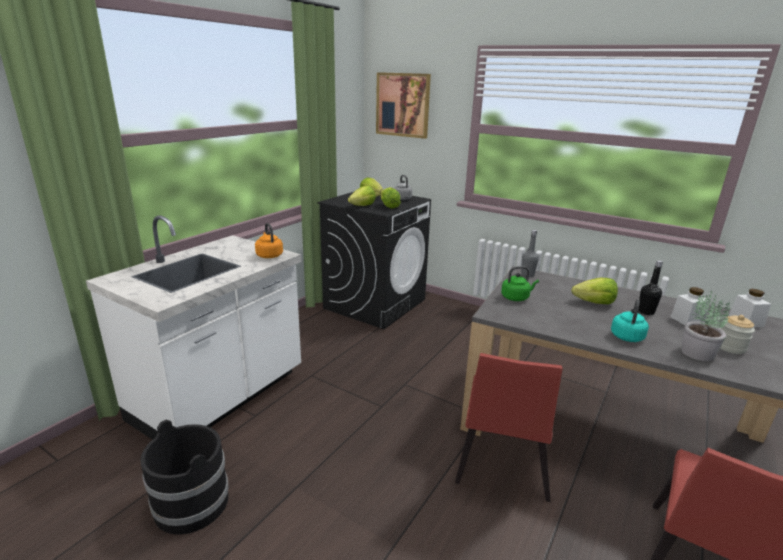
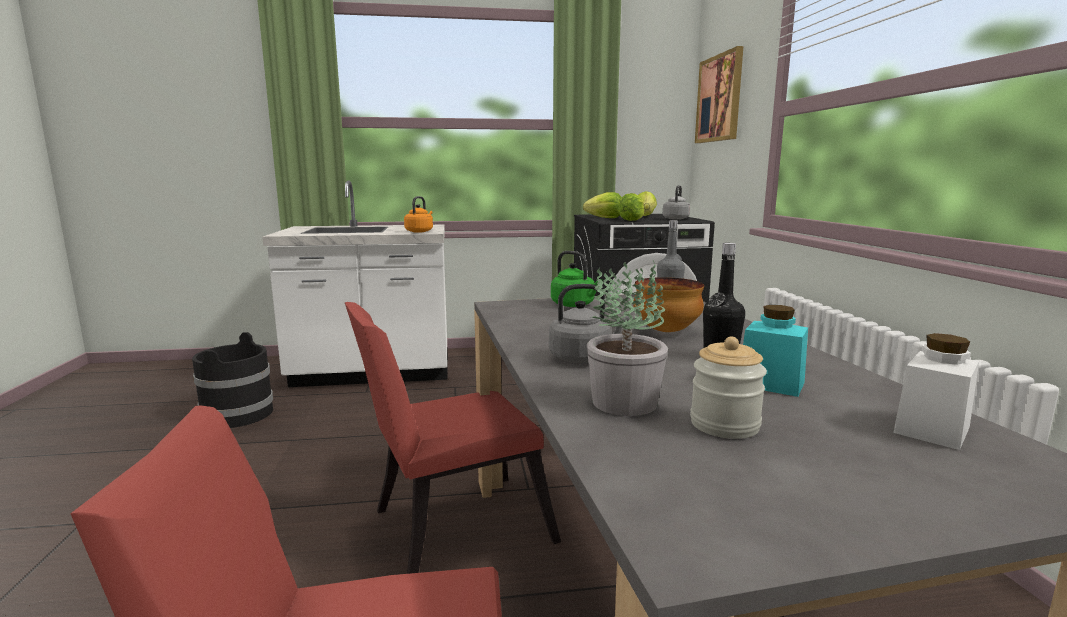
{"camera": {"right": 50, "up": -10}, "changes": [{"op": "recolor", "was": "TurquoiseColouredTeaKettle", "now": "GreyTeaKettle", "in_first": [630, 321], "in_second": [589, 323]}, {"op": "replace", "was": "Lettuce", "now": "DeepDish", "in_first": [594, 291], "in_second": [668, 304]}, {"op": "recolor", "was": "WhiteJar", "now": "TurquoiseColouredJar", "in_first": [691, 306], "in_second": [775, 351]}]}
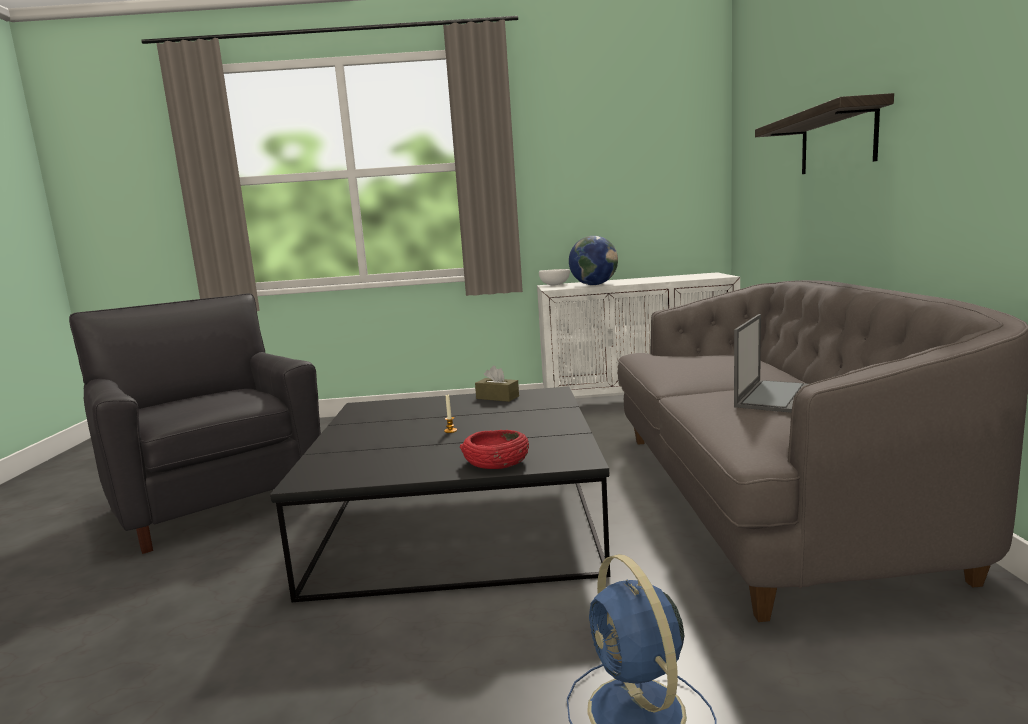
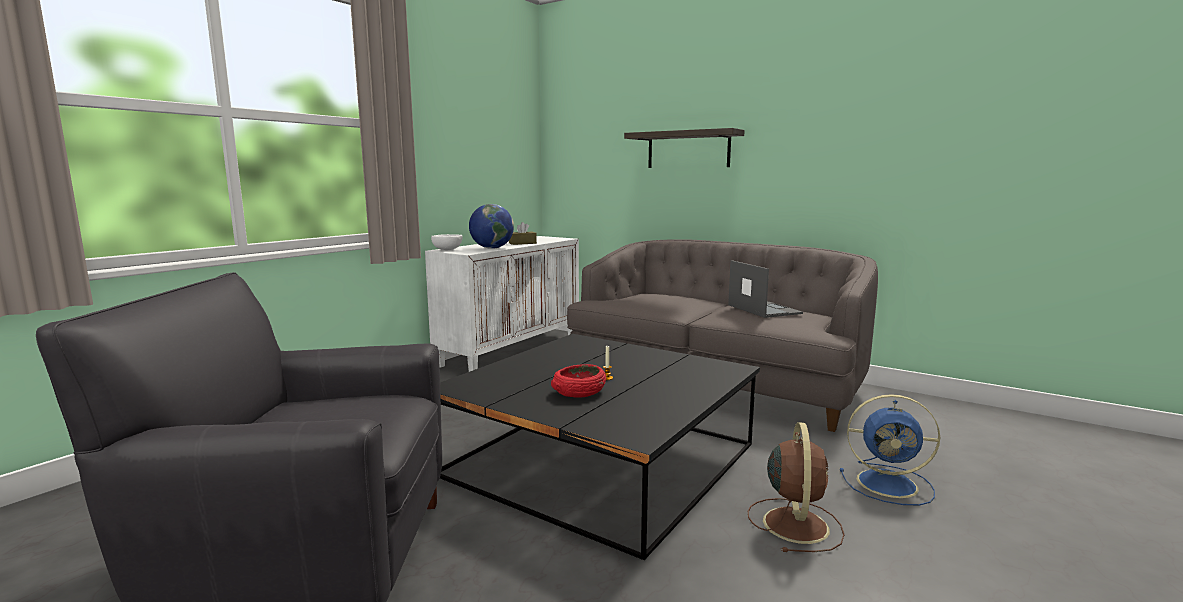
{"camera": {"right": -55, "up": 0}, "changes": [{"op": "move", "was": "BrownColouredTissueHolder", "in_first": [497, 384], "in_second": [523, 233]}, {"op": "move", "was": "ReddishDeepDish", "in_first": [494, 449], "in_second": [578, 381]}, {"op": "insert", "now": "BrownColouredElectricFan", "in_second": [796, 487]}]}
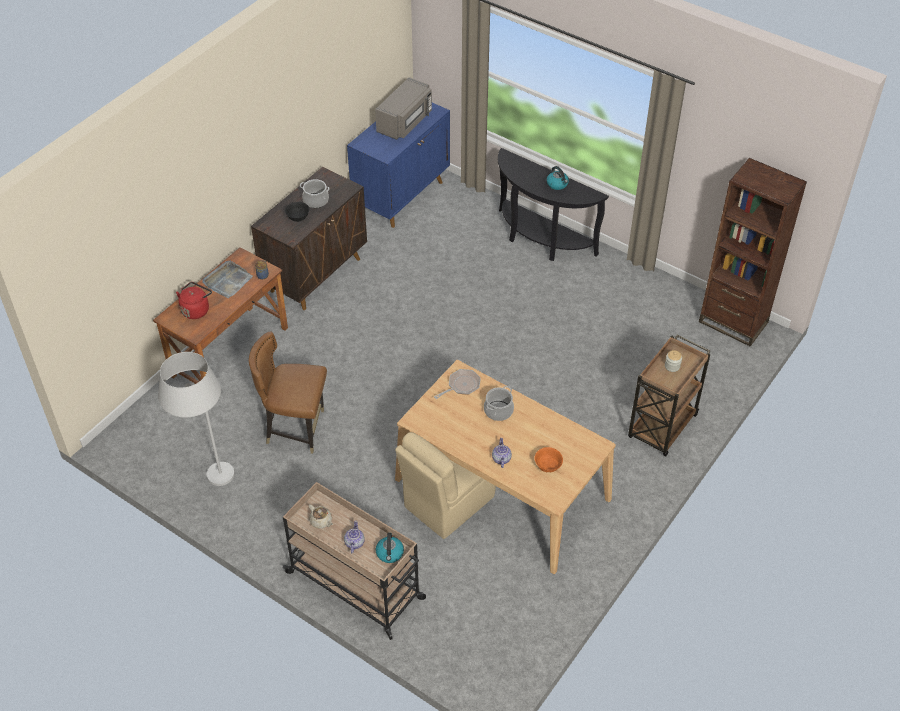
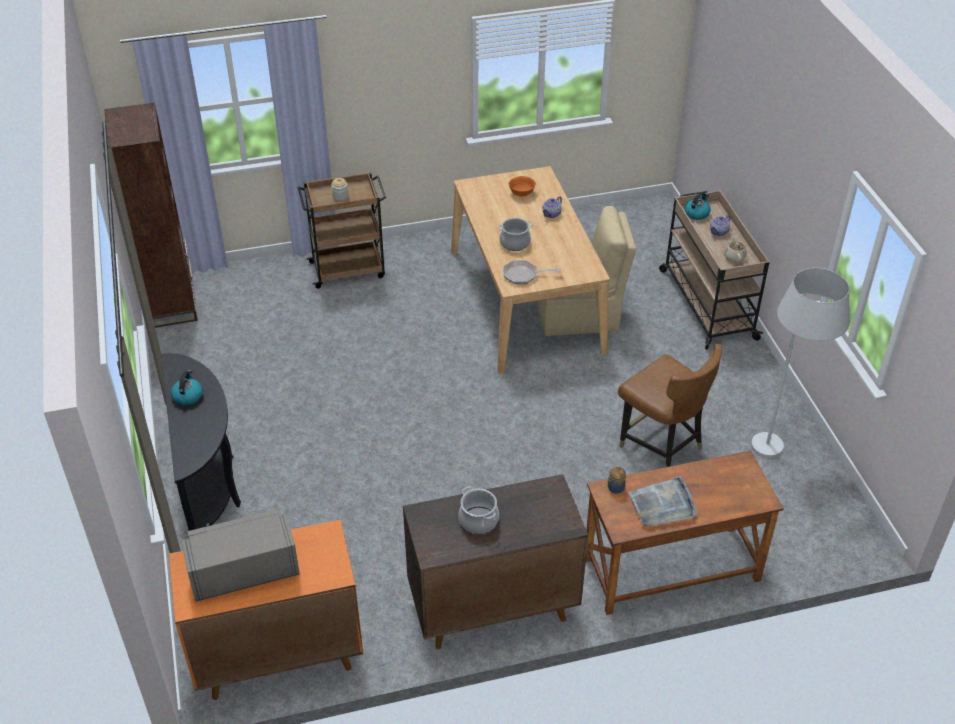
{"camera": {"right": -140, "up": -5}, "changes": [{"op": "recolor", "was": "BlueStorageCabinet", "now": "OrangeyStorageCabinet", "in_first": [398, 165], "in_second": [266, 610]}, {"op": "delete", "was": "ReddishTeaKettle", "in_first": [194, 300]}, {"op": "delete", "was": "BlackDeepDish", "in_first": [297, 212]}]}
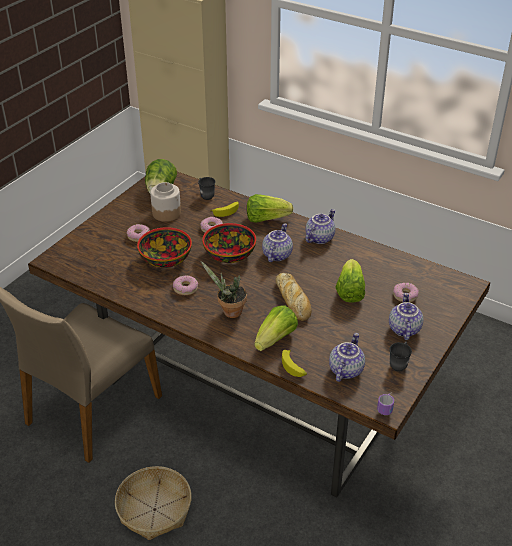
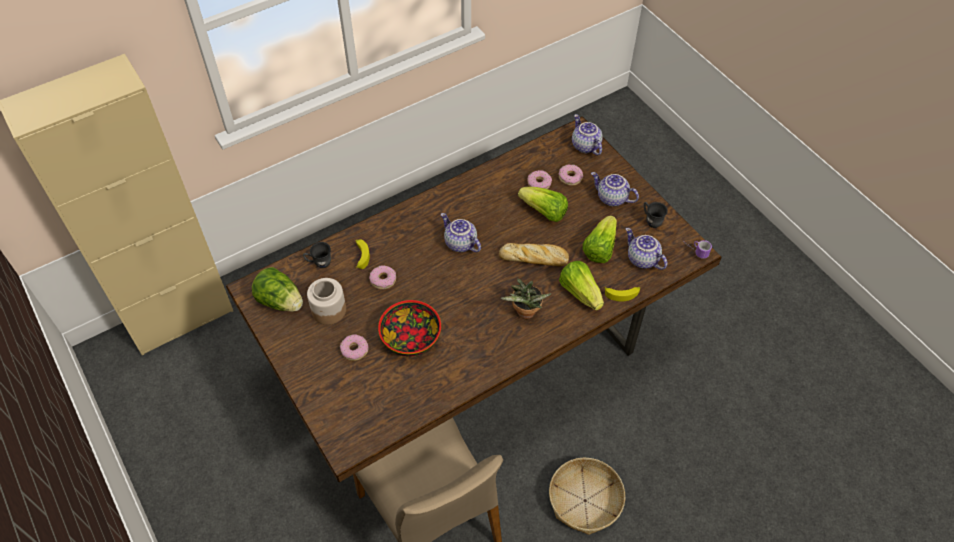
{"camera": {"right": -65, "up": 15}, "changes": [{"op": "move", "was": "RingDoughnut", "in_first": [185, 285], "in_second": [539, 179]}, {"op": "move", "was": "PotForTea", "in_first": [320, 226], "in_second": [587, 134]}, {"op": "move", "was": "Lettuce", "in_first": [270, 208], "in_second": [600, 239]}, {"op": "delete", "was": "DeepDish", "in_first": [229, 243]}]}
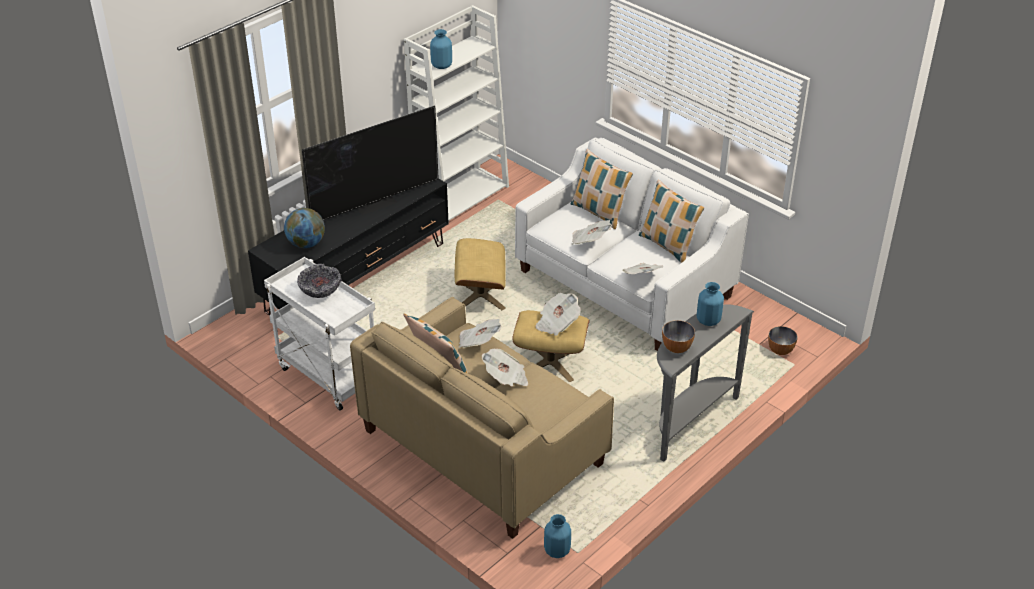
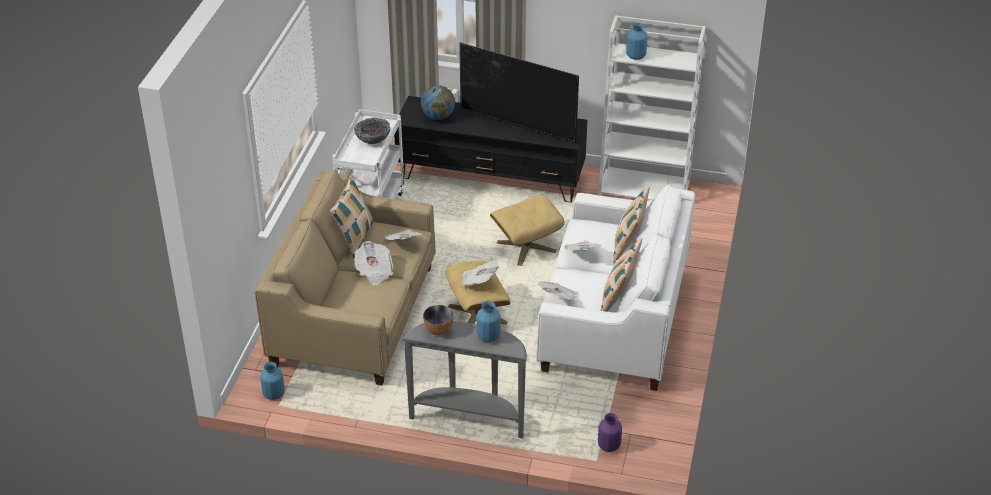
{"camera": {"right": 60, "up": 0}, "changes": [{"op": "replace", "was": "DeepDish", "now": "PurpleColouredFlowerVase", "in_first": [783, 340], "in_second": [610, 432]}]}
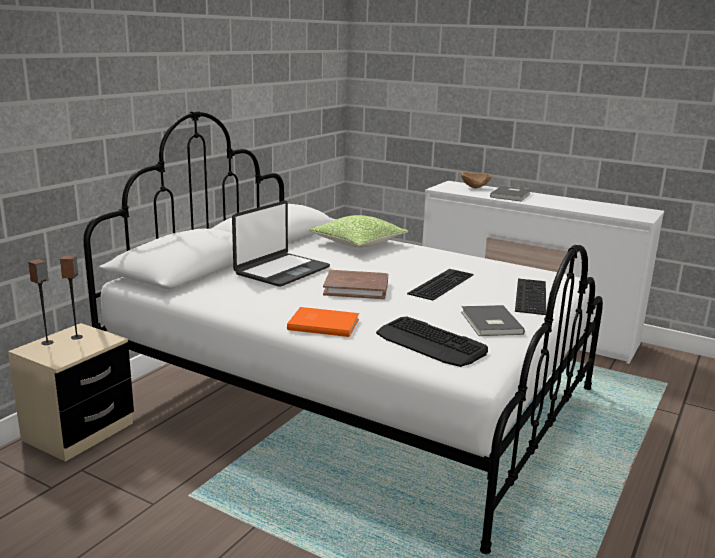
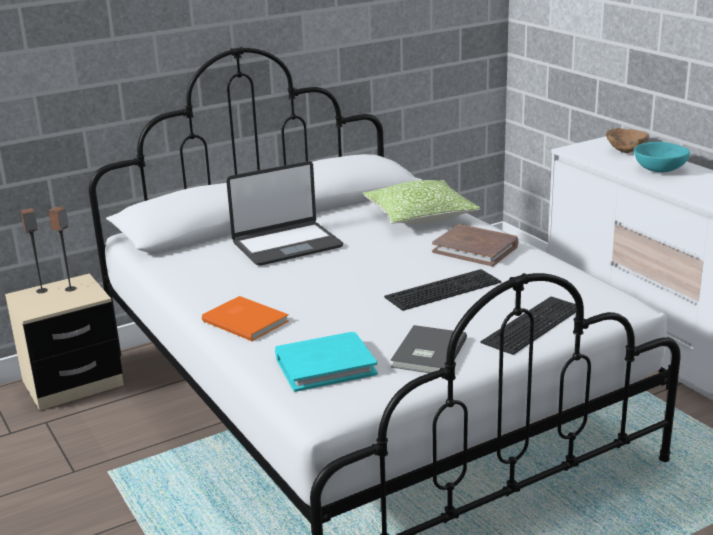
{"camera": {"right": 30, "up": 5}, "changes": [{"op": "replace", "was": "ComputerKeyboard", "now": "TurquoiseColouredVolume", "in_first": [432, 342], "in_second": [326, 362]}, {"op": "move", "was": "BrownColouredVolume", "in_first": [355, 284], "in_second": [475, 245]}, {"op": "replace", "was": "GreyVolume", "now": "TurquoiseColouredDeepDish", "in_first": [510, 193], "in_second": [662, 157]}]}
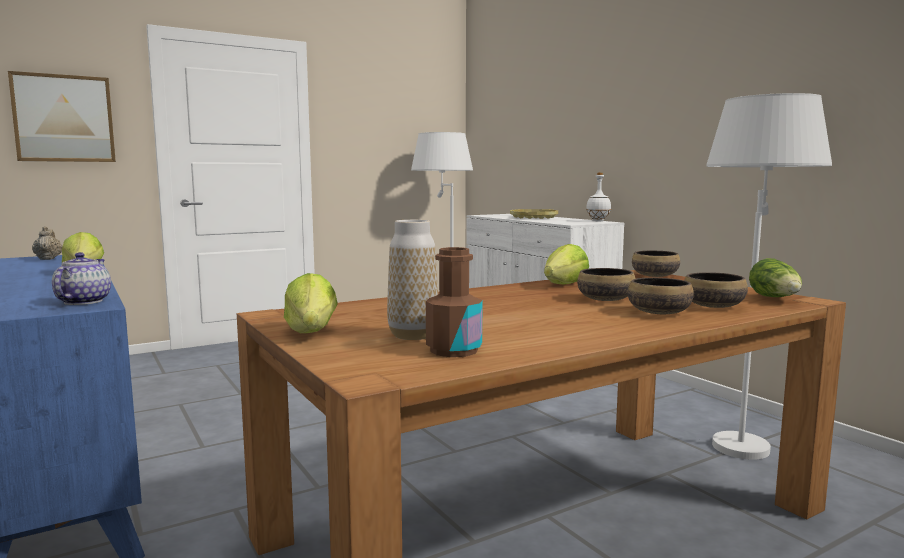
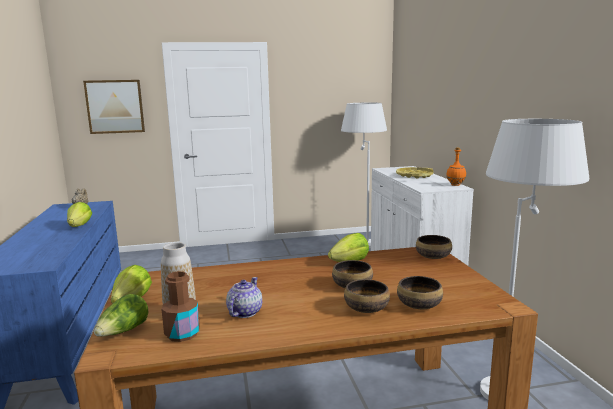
{"camera": {"right": 20, "up": 5}, "changes": [{"op": "move", "was": "Lettuce", "in_first": [775, 277], "in_second": [121, 315]}, {"op": "move", "was": "PotForTea", "in_first": [81, 278], "in_second": [244, 297]}, {"op": "recolor", "was": "WhiteDrinkBottle", "now": "OrangeyDrinkBottle", "in_first": [598, 196], "in_second": [456, 166]}]}
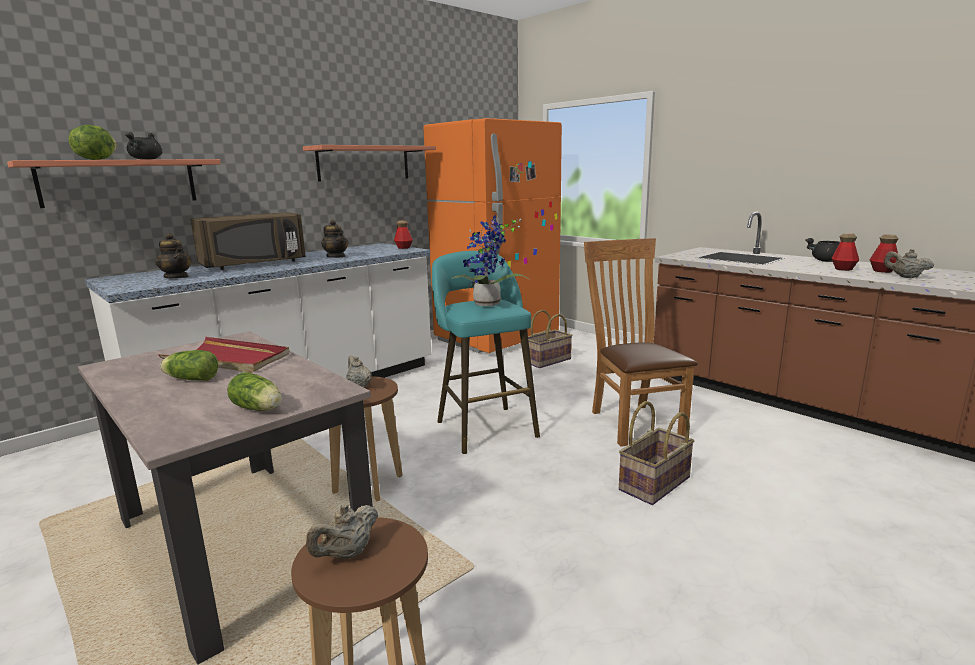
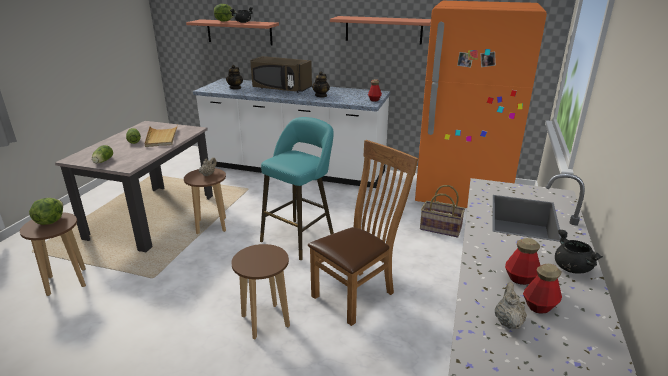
{"camera": {"right": 60, "up": 10}, "changes": [{"op": "replace", "was": "BeigePotForTea", "now": "Lettuce", "in_first": [342, 531], "in_second": [46, 211]}, {"op": "recolor", "was": "ReddishServingTray", "now": "BeigeServingTray", "in_first": [224, 355], "in_second": [161, 136]}, {"op": "replace", "was": "StorageBasket", "now": "BrownColouredSittingStool", "in_first": [656, 453], "in_second": [261, 291]}, {"op": "delete", "was": "Houseplant", "in_first": [490, 260]}]}
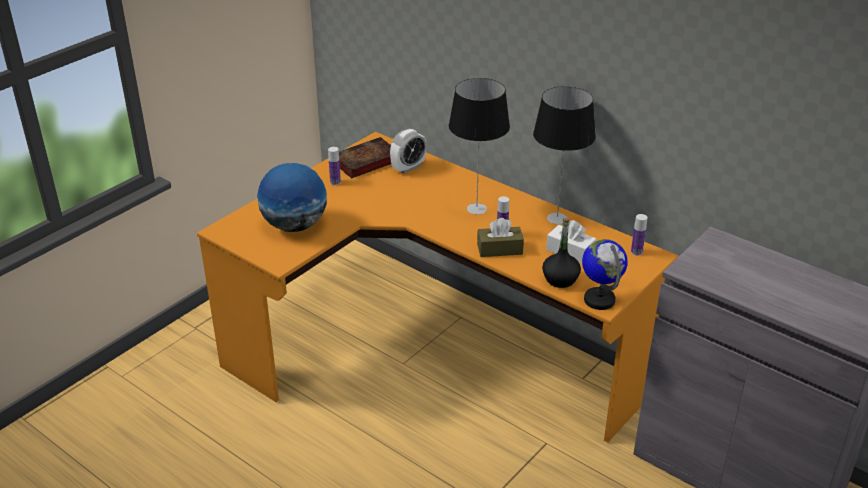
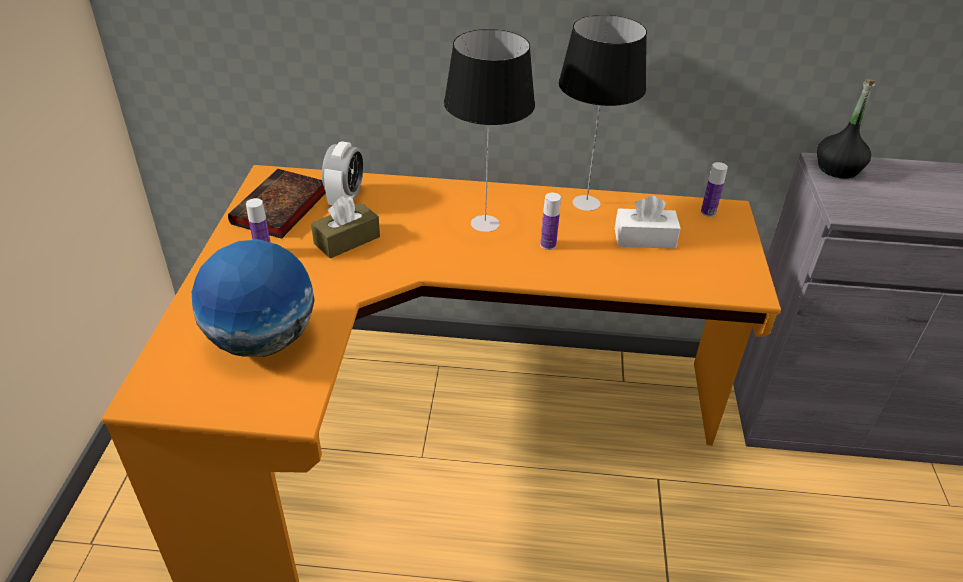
{"camera": {"right": -35, "up": 5}, "changes": [{"op": "move", "was": "BrownColouredTissueHolder", "in_first": [500, 237], "in_second": [345, 227]}, {"op": "move", "was": "BlackDrinkBottle", "in_first": [561, 253], "in_second": [846, 129]}, {"op": "delete", "was": "DeskGlobe", "in_first": [605, 274]}]}
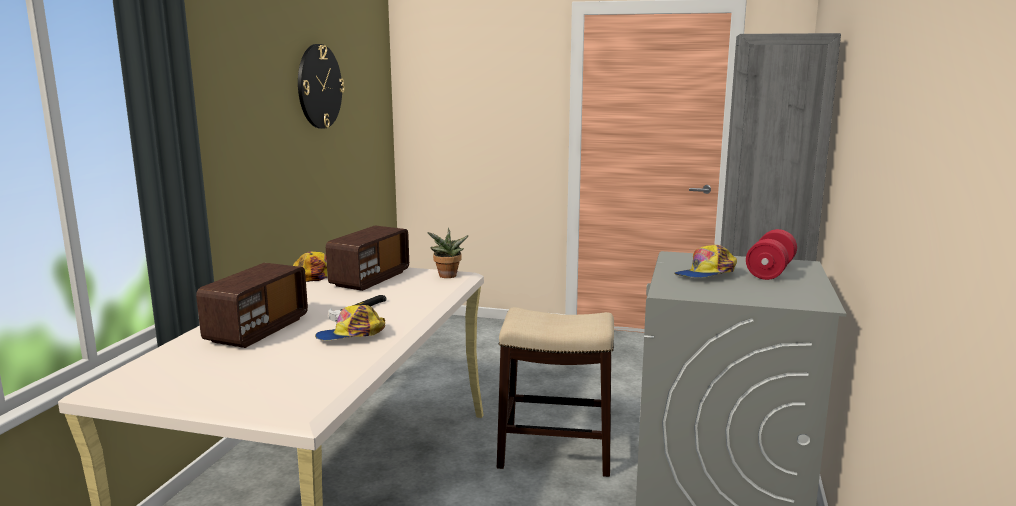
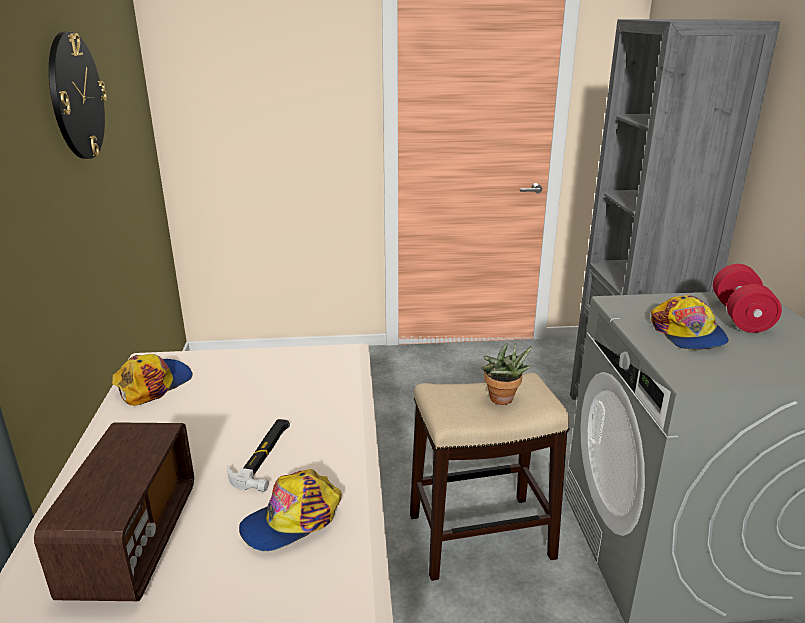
{"camera": {"right": -20, "up": 10}, "changes": [{"op": "move", "was": "Houseplant", "in_first": [448, 253], "in_second": [506, 374]}, {"op": "rotate", "was": "BaseballCap", "in_first": [705, 261], "in_second": [690, 322], "clockwise": -45}, {"op": "delete", "was": "Radio", "in_first": [367, 258]}]}
